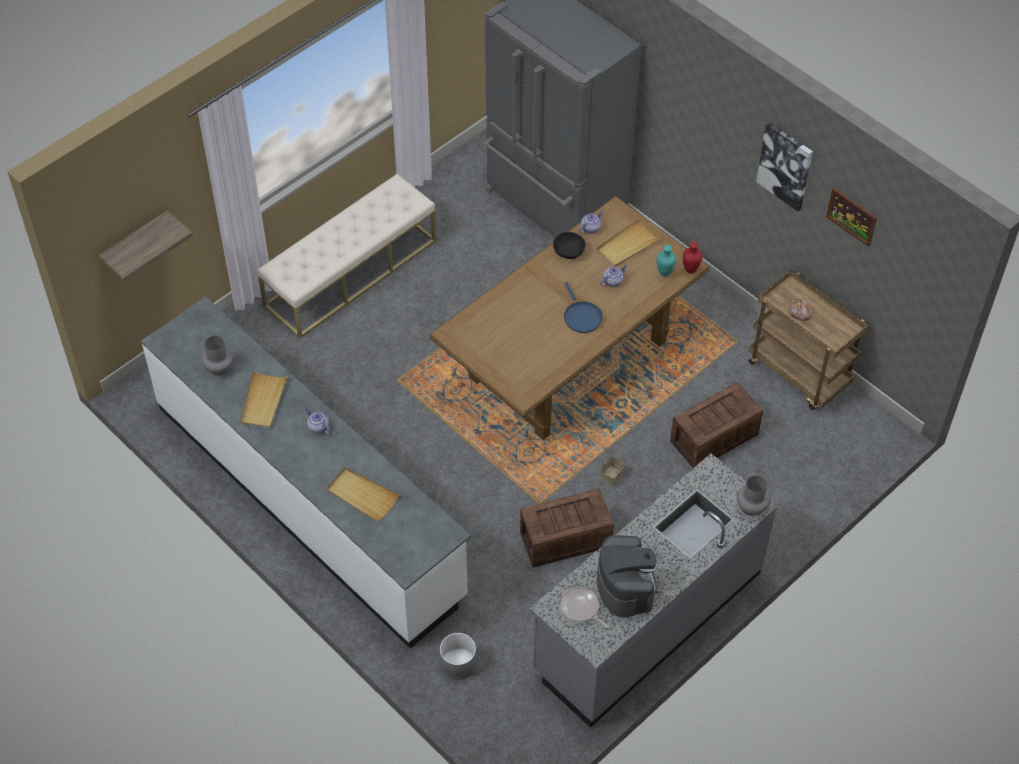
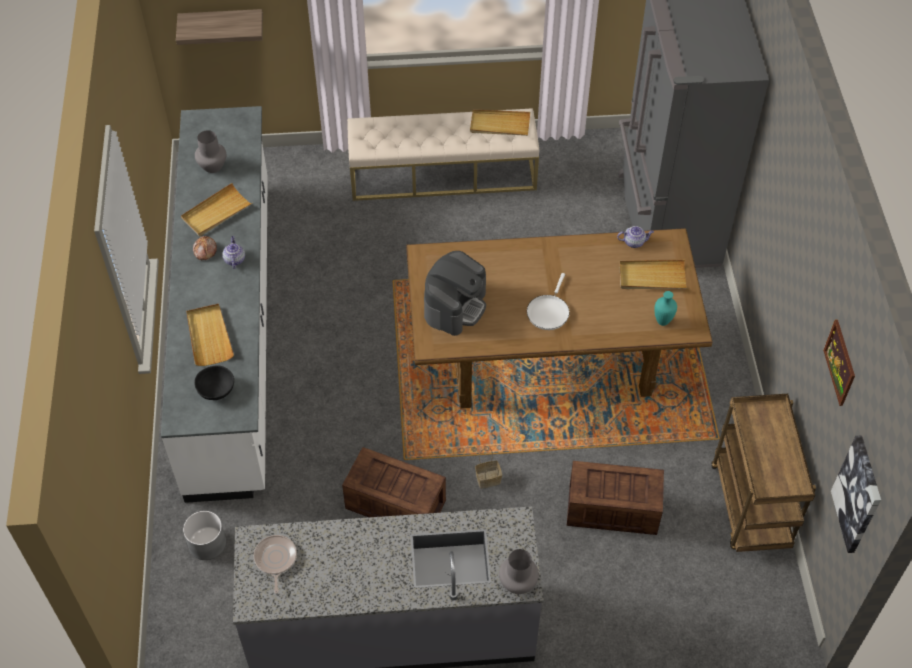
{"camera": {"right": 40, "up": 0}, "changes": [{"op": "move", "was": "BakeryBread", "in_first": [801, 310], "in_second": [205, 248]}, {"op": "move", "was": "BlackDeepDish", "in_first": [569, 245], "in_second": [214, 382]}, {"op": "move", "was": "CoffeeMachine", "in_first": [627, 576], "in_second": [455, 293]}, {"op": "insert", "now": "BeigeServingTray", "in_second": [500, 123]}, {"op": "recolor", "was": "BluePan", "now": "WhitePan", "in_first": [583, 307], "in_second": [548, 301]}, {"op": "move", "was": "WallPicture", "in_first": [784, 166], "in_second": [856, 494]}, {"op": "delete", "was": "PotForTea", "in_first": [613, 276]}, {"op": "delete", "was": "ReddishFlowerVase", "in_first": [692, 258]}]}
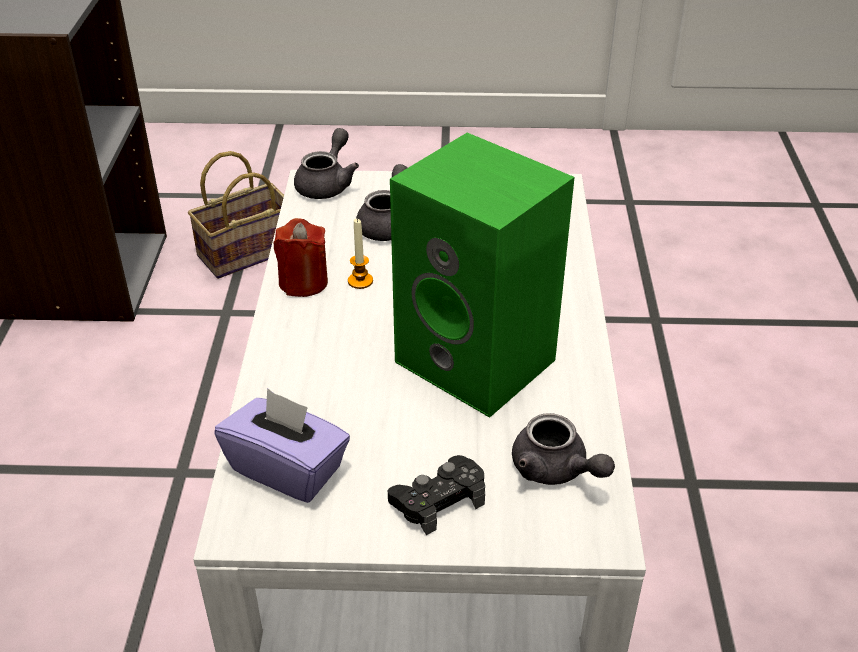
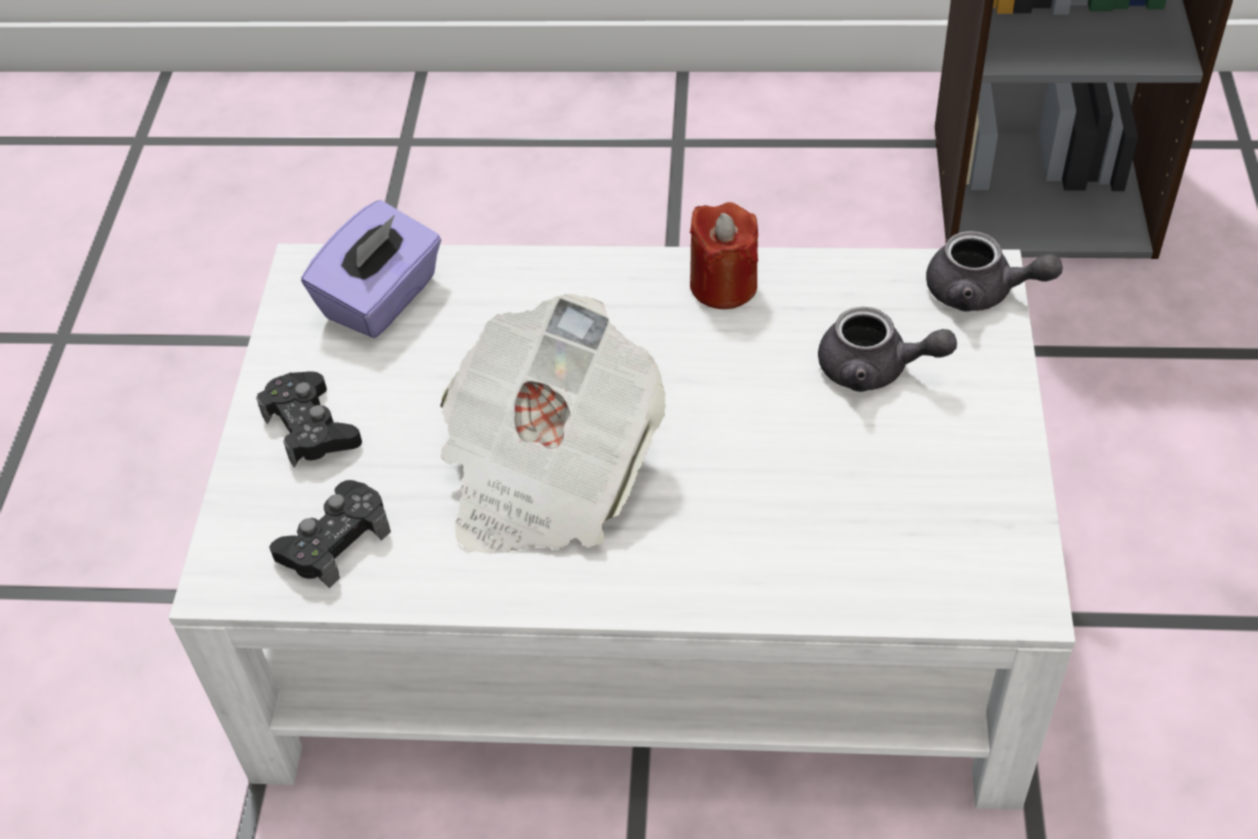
{"camera": {"right": 95, "up": 10}, "changes": [{"op": "replace", "was": "GreyPotForTea", "now": "BlackJoypad", "in_first": [563, 449], "in_second": [330, 534]}, {"op": "replace", "was": "GreenishAudioSpeaker", "now": "Newspaper", "in_first": [482, 275], "in_second": [553, 424]}, {"op": "delete", "was": "StorageBasket", "in_first": [236, 215]}, {"op": "delete", "was": "WaxLight", "in_first": [360, 253]}]}
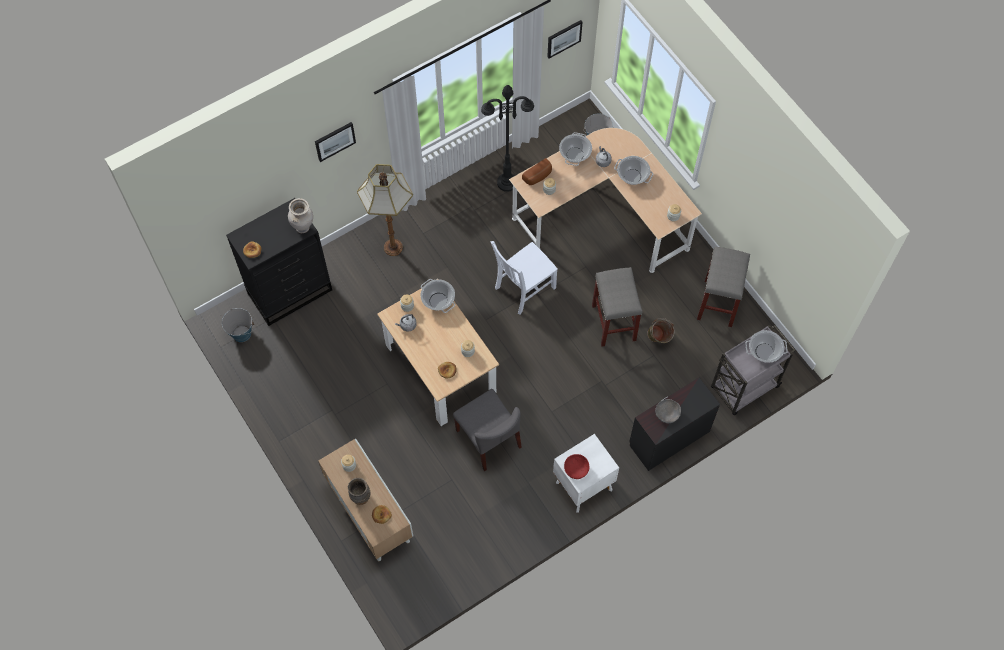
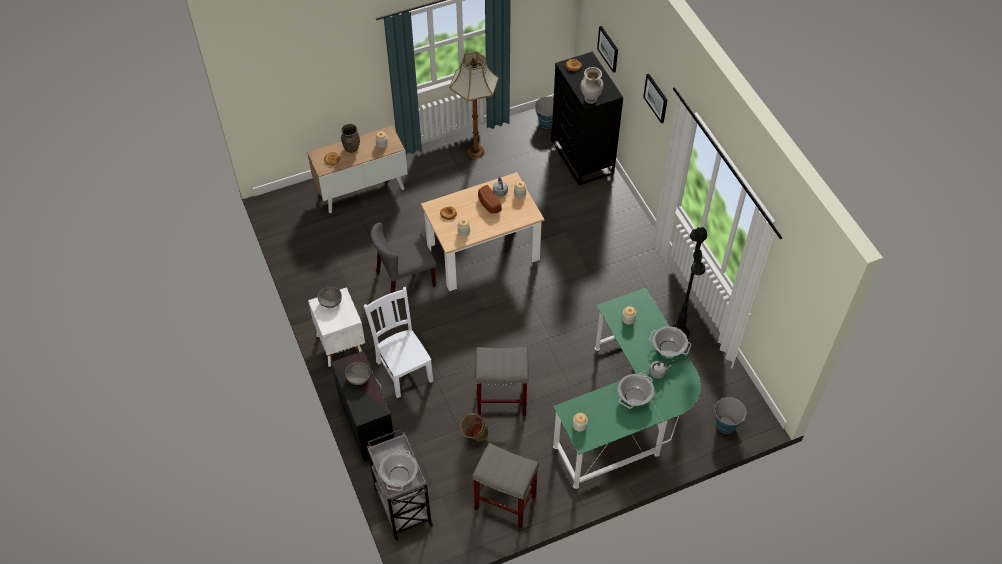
{"camera": {"right": 100, "up": -10}, "changes": [{"op": "recolor", "was": "ReddishDeepDish", "now": "GreyDeepDish", "in_first": [576, 466], "in_second": [330, 297]}, {"op": "move", "was": "WhiteChair", "in_first": [524, 278], "in_second": [398, 342]}, {"op": "move", "was": "StandingLamp", "in_first": [385, 210], "in_second": [474, 104]}, {"op": "move", "was": "BakeryBread", "in_first": [537, 171], "in_second": [490, 199]}, {"op": "recolor", "was": "BeigeDeskUnit", "now": "GreenishDeskUnit", "in_first": [605, 200], "in_second": [627, 388]}, {"op": "move", "was": "WallPicture", "in_first": [565, 39], "in_second": [607, 49]}, {"op": "delete", "was": "CookingPot", "in_first": [438, 296]}]}
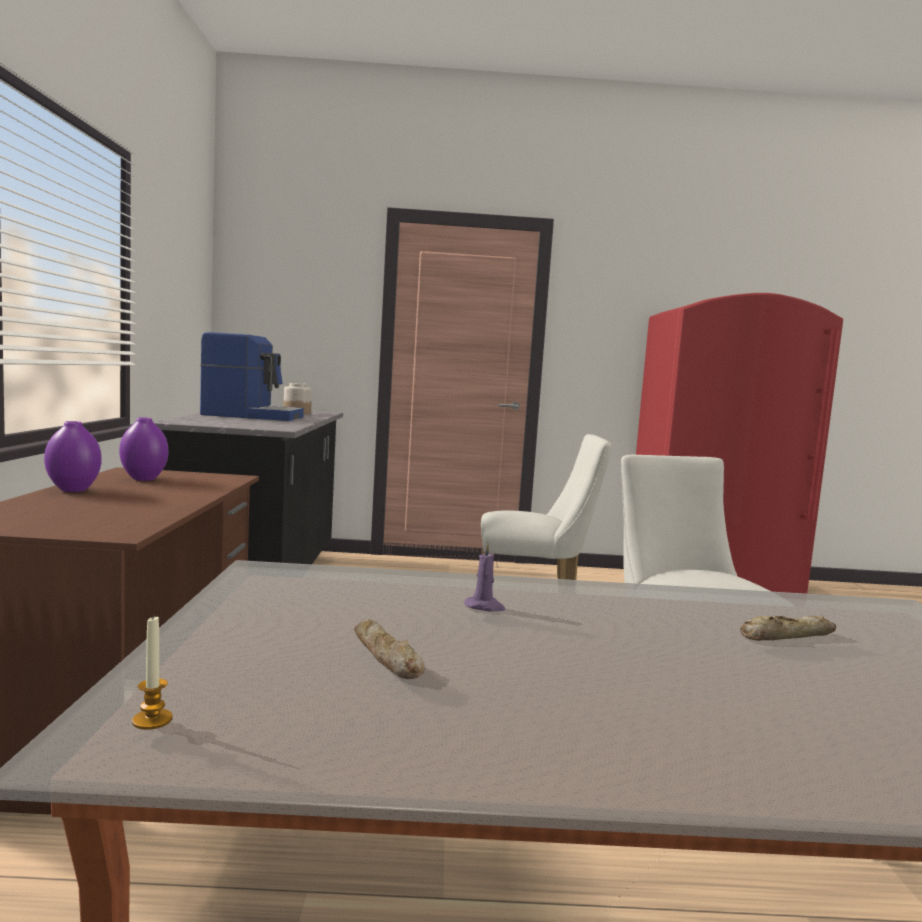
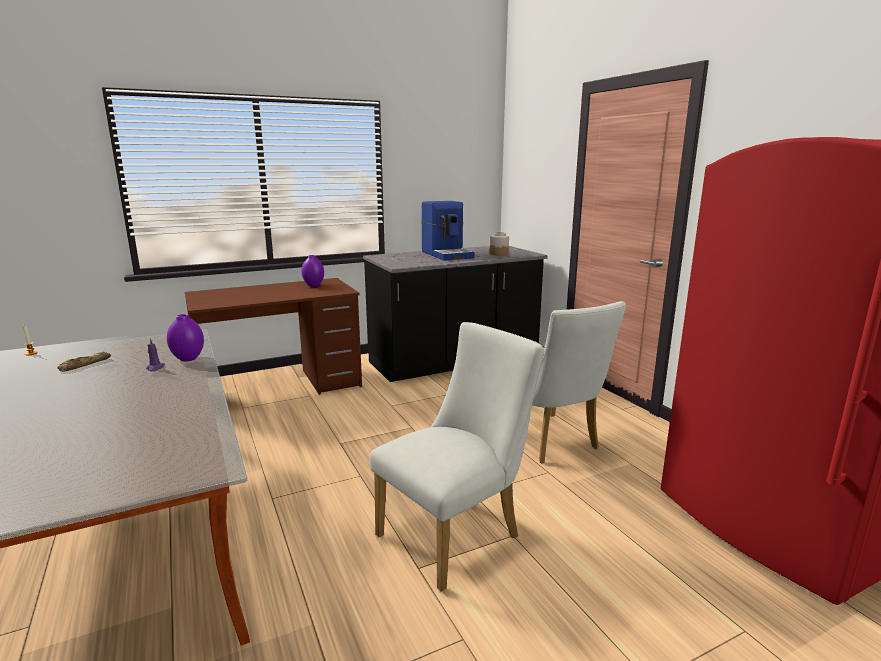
{"camera": {"right": 65, "up": 10}, "changes": [{"op": "move", "was": "PurpleColouredFlowerVase", "in_first": [73, 456], "in_second": [185, 338]}, {"op": "delete", "was": "BakeryBread", "in_first": [788, 628]}]}
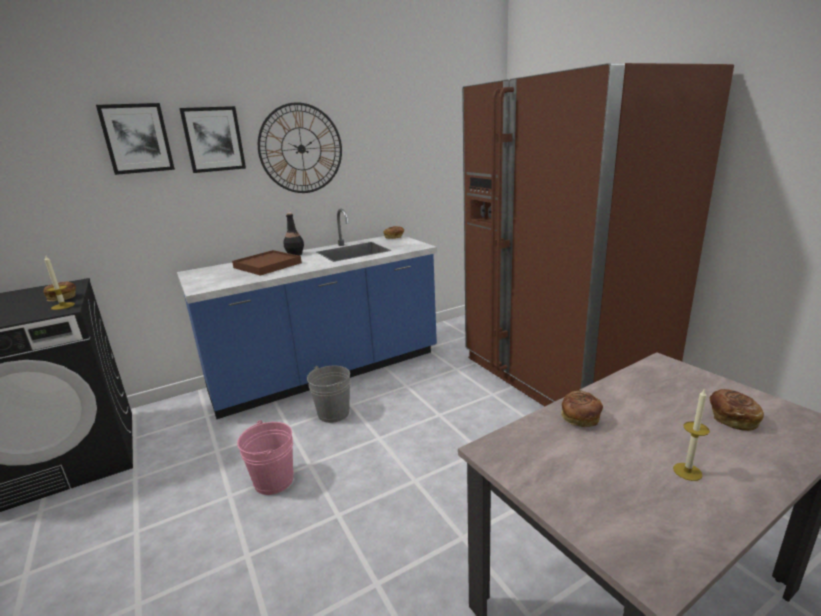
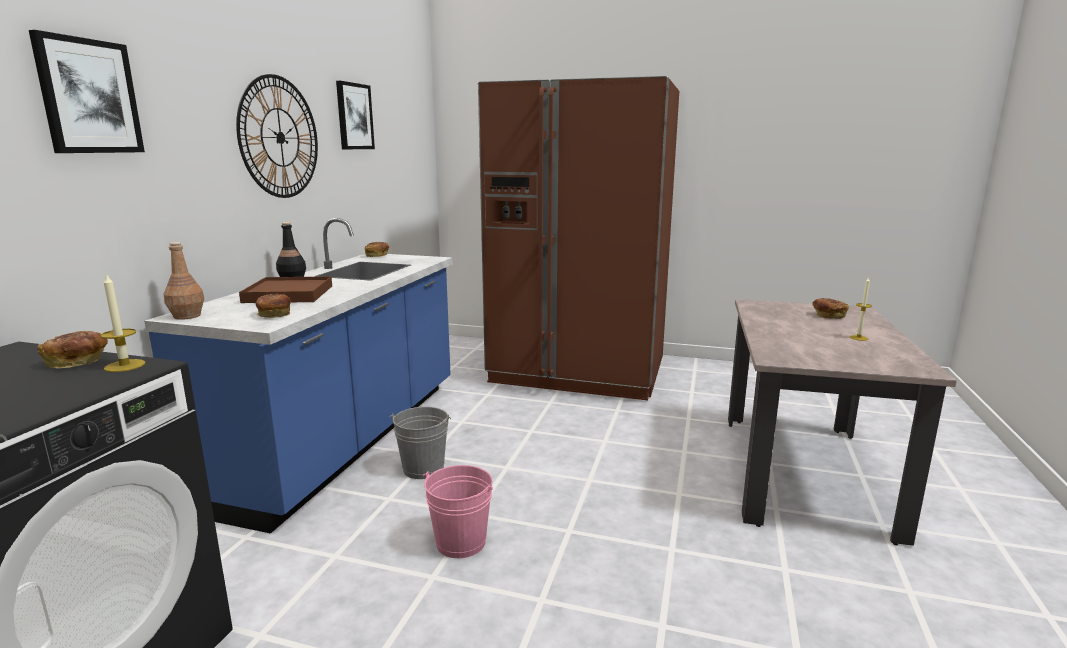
{"camera": {"right": -45, "up": -5}, "changes": [{"op": "insert", "now": "BrownColouredDrinkBottle", "in_second": [184, 281]}, {"op": "move", "was": "BakeryBread", "in_first": [582, 408], "in_second": [273, 306]}, {"op": "move", "was": "WallPicture", "in_first": [212, 139], "in_second": [355, 115]}]}
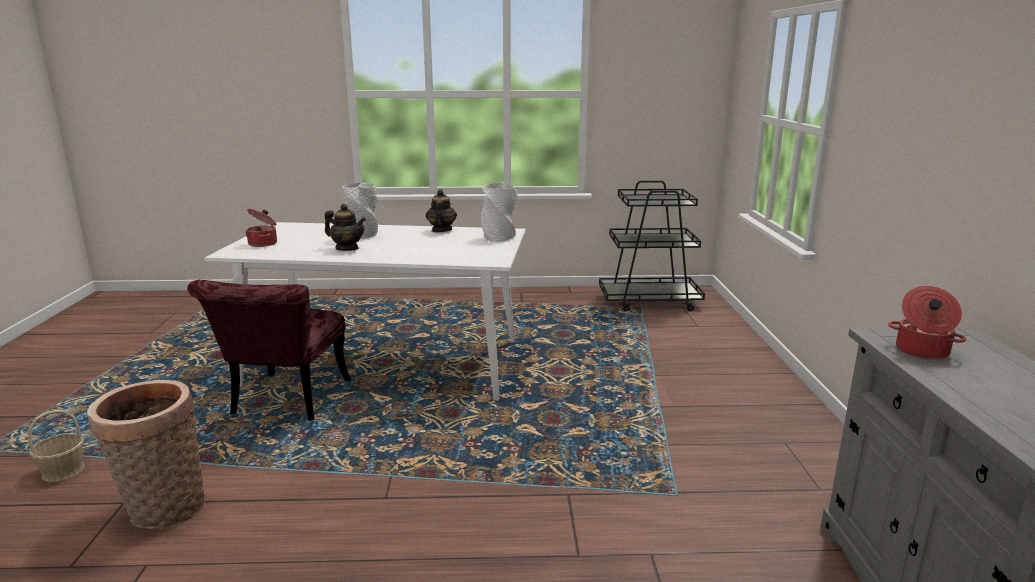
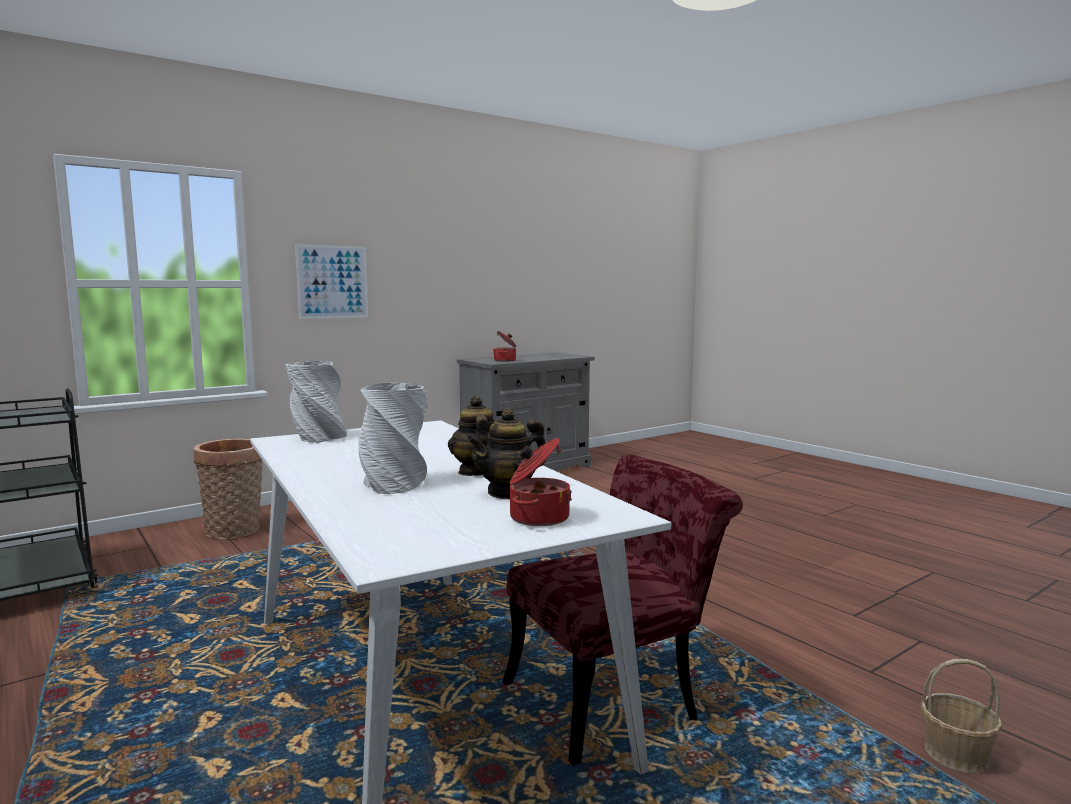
{"camera": {"right": -125, "up": -10}, "changes": [{"op": "move", "was": "StorageBasket", "in_first": [146, 454], "in_second": [228, 488]}, {"op": "insert", "now": "WallPicture", "in_second": [331, 281]}, {"op": "move", "was": "PotForTea", "in_first": [441, 210], "in_second": [507, 453]}]}
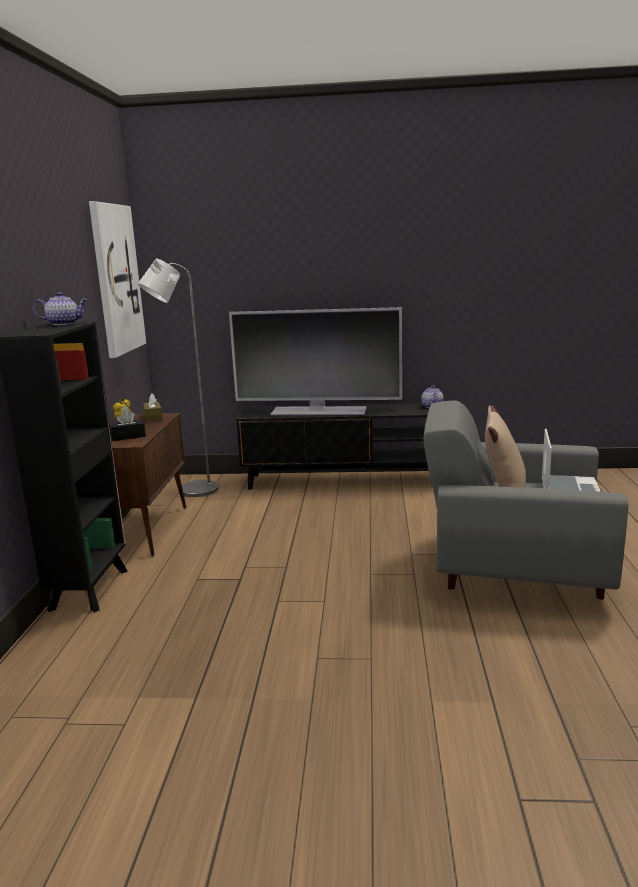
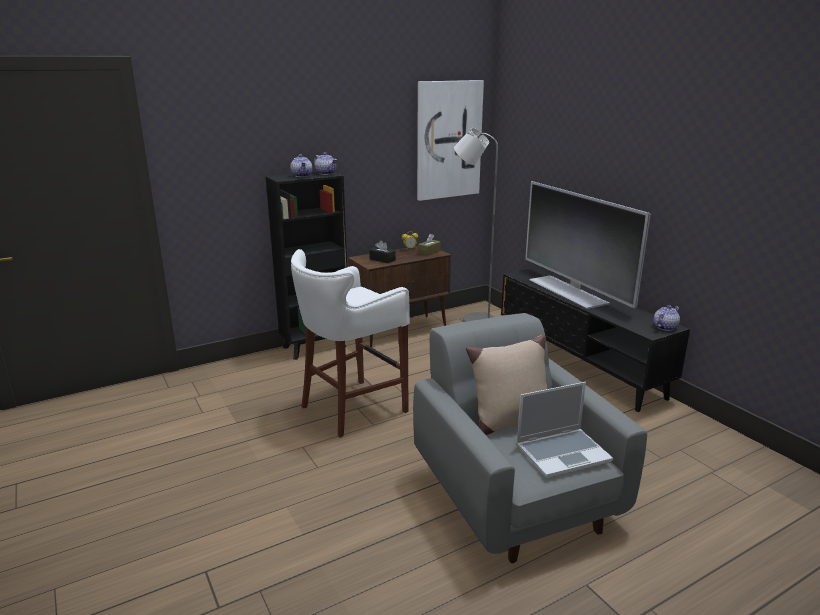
{"camera": {"right": 55, "up": 5}, "changes": [{"op": "insert", "now": "PotForTea", "in_second": [301, 165]}, {"op": "insert", "now": "WhiteSittingStool", "in_second": [350, 343]}]}
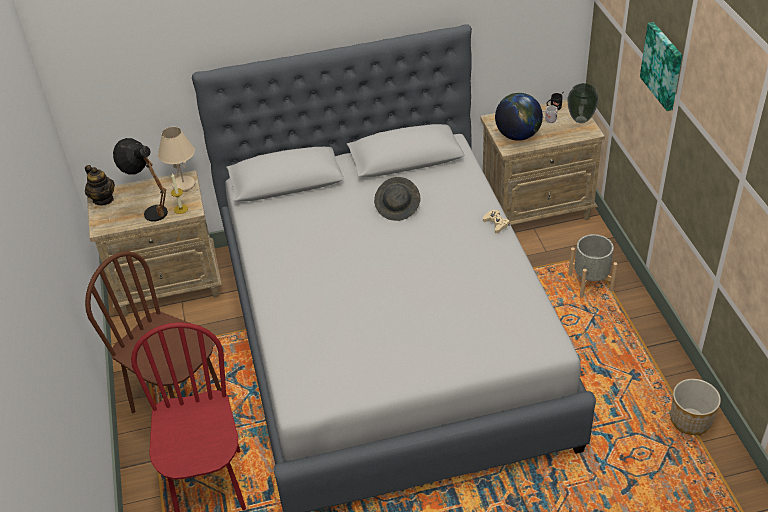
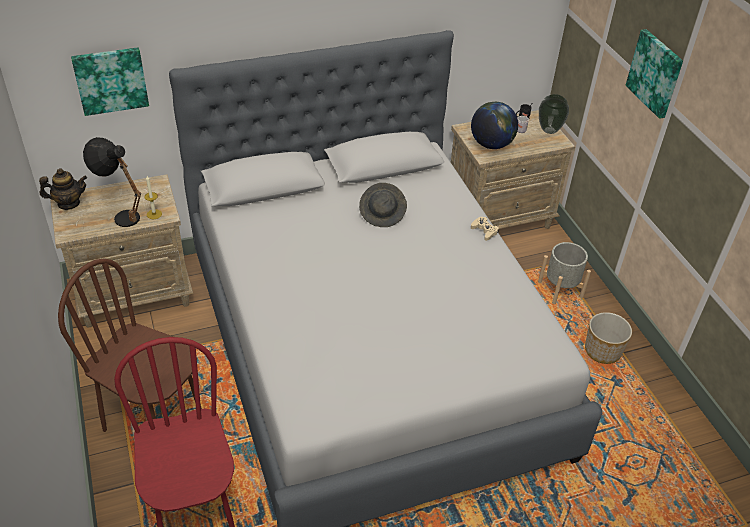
{"camera": {"right": -10, "up": 0}, "changes": [{"op": "rotate", "was": "PotForTea", "in_first": [100, 185], "in_second": [63, 189], "clockwise": -60}, {"op": "insert", "now": "WallPicture", "in_second": [110, 81]}, {"op": "move", "was": "PlantPot", "in_first": [696, 407], "in_second": [608, 338]}, {"op": "delete", "was": "BeigeLampForATable", "in_first": [176, 159]}]}
